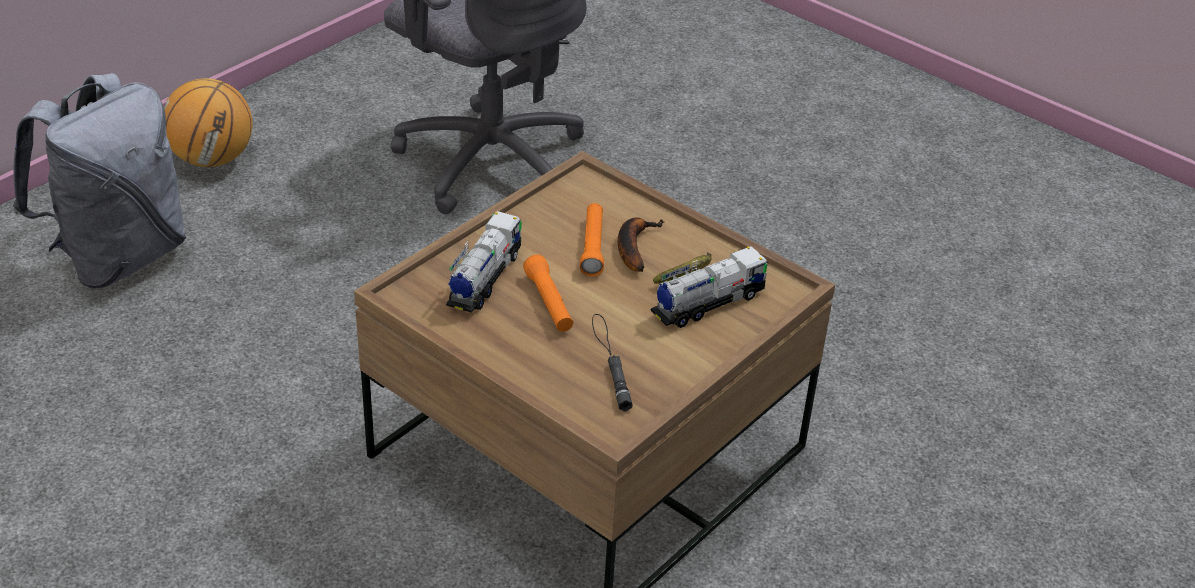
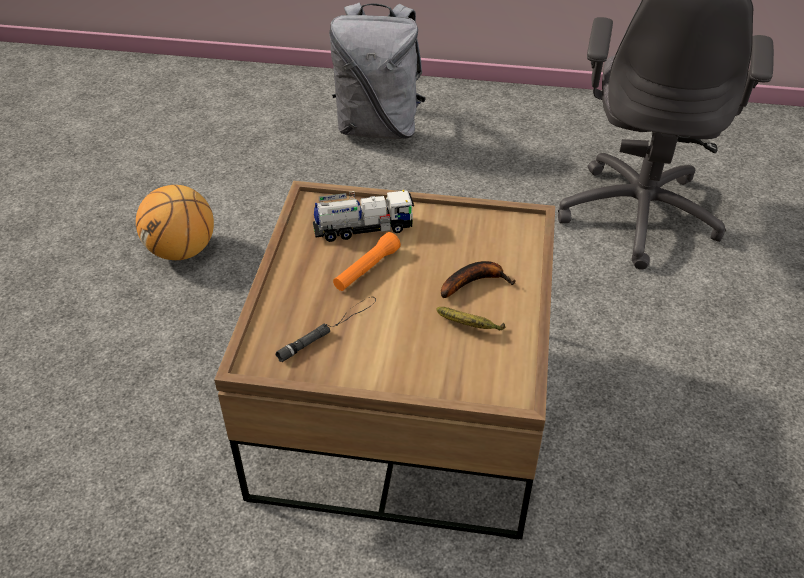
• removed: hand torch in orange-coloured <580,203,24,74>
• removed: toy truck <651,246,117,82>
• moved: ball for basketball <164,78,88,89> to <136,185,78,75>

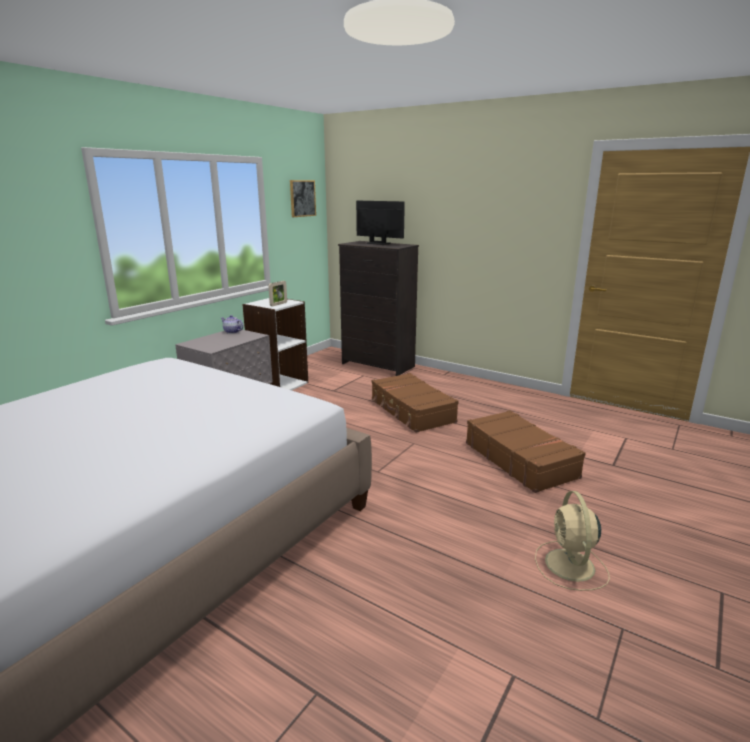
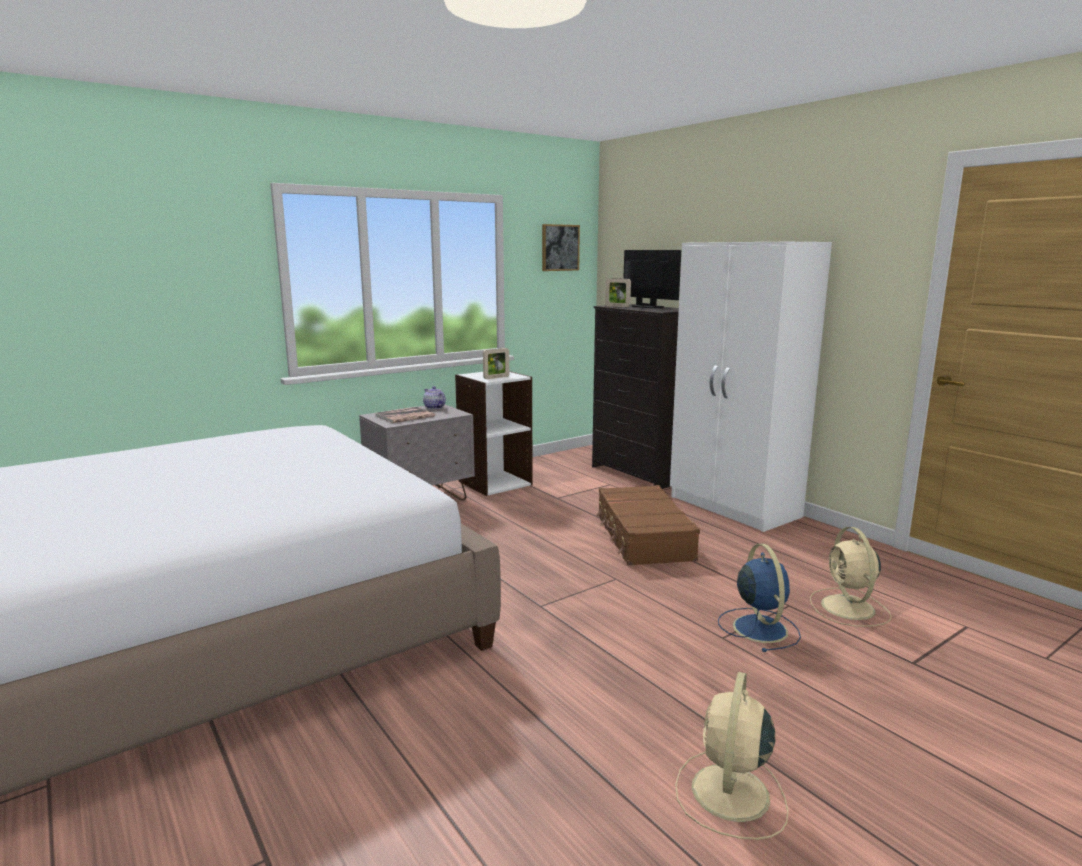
• added: book <376,407,59,16>
• added: photo frame <605,278,26,29>
• added: clothes cupboard in white-coloured <670,242,162,290>
• added: fan in sand-coloured <810,527,82,100>
• replaced: piece of luggage in brownish <466,410,120,83> to fan in bluish <718,544,83,108>

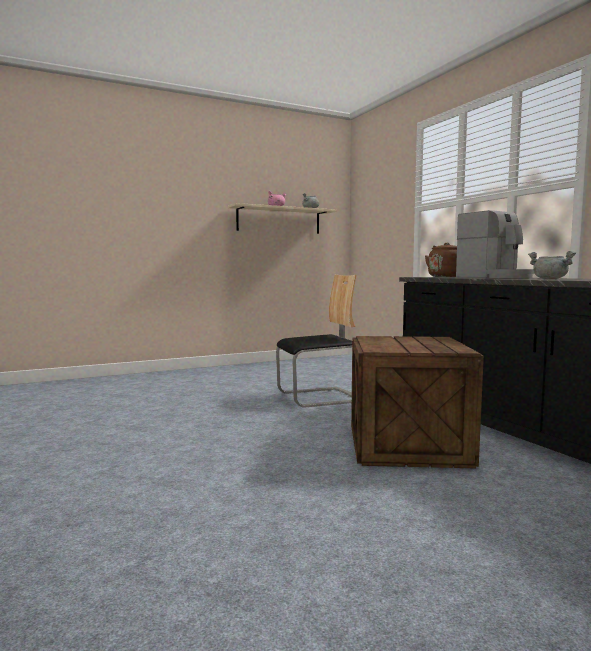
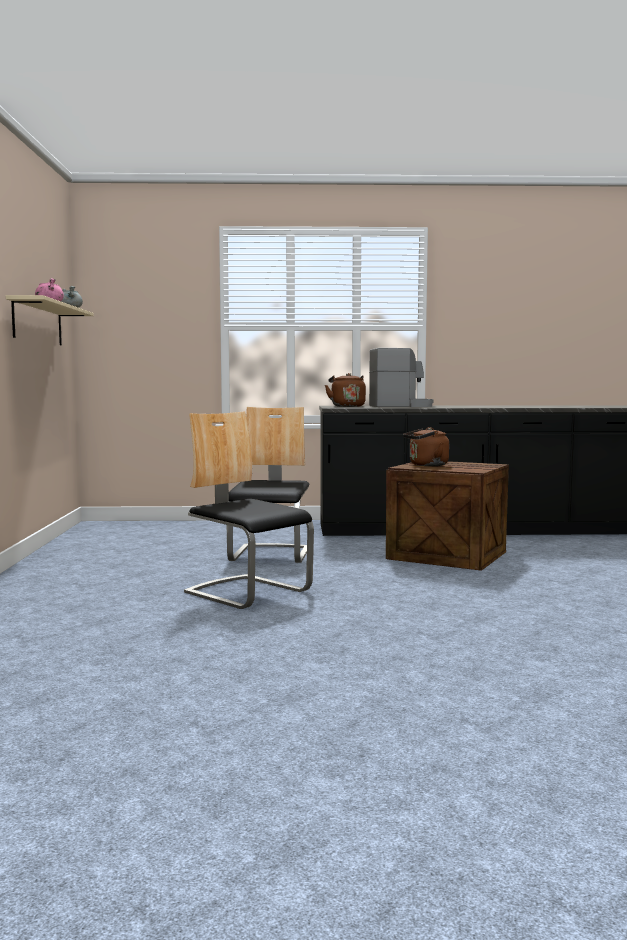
• removed: cooking pot in gray <528,251,48,28>
• added: plain chair <184,411,130,198>
• added: kettle in brownish <403,427,46,39>

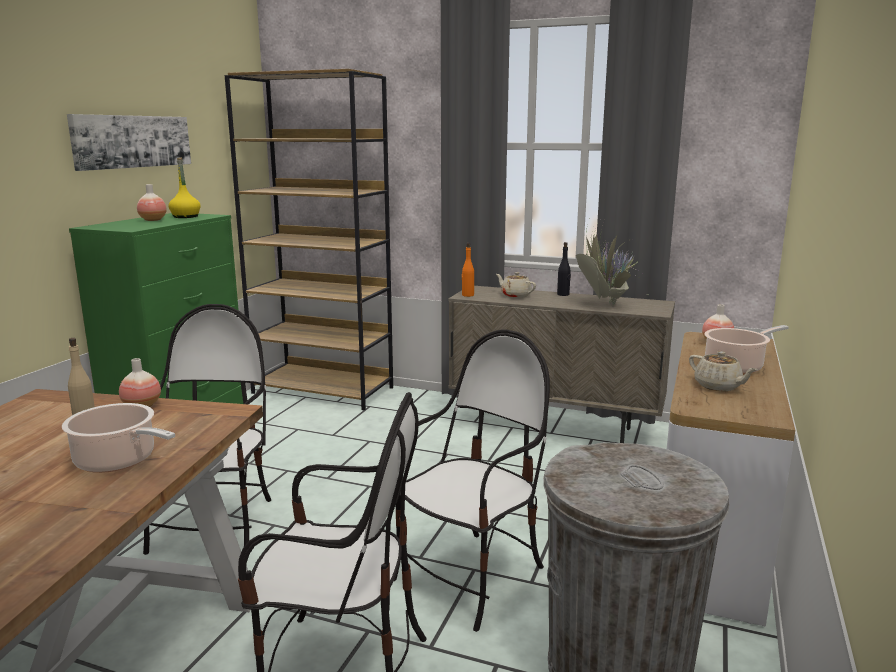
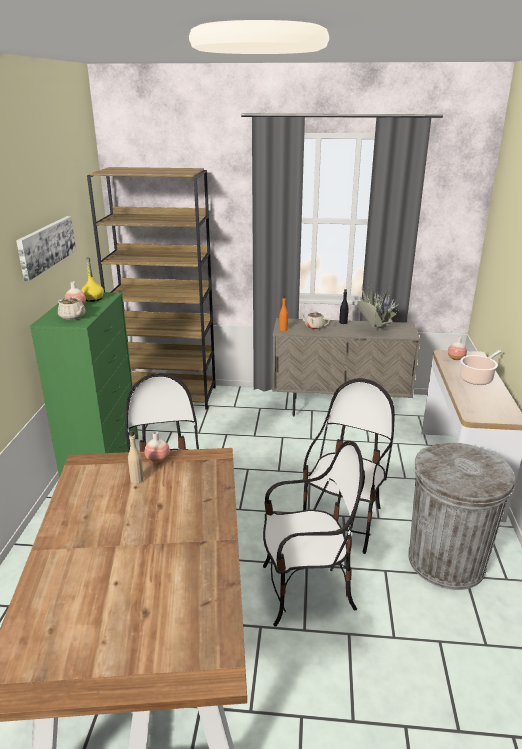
• removed: cooking pot <62,403,113,70>
• moved: teapot in sand-coloured <689,351,69,40> to <58,297,27,23>

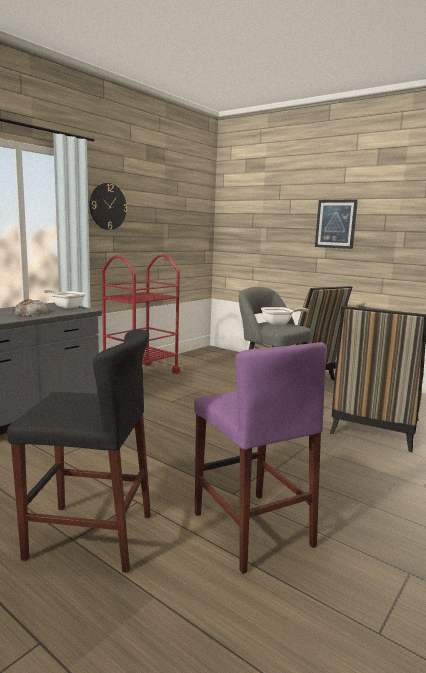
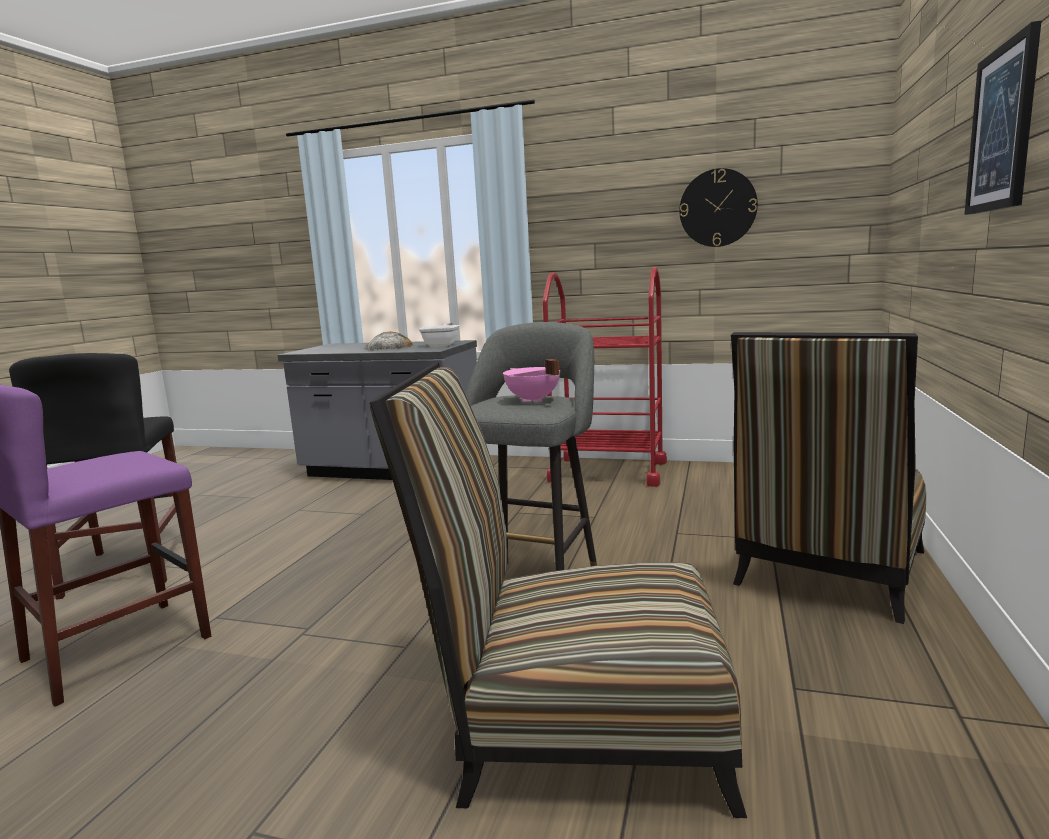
• moved: hanging clock <90,183,37,47> to <679,168,79,79>
• replaced: skillet <261,307,48,18> to cooking pot in pink-coloured <503,359,57,43>

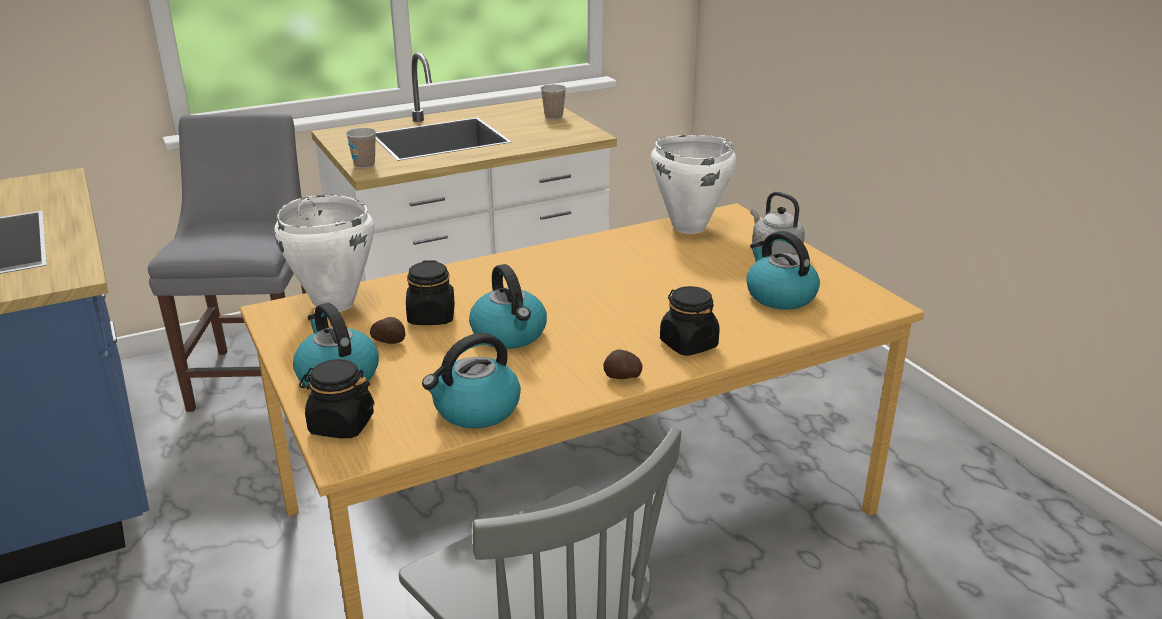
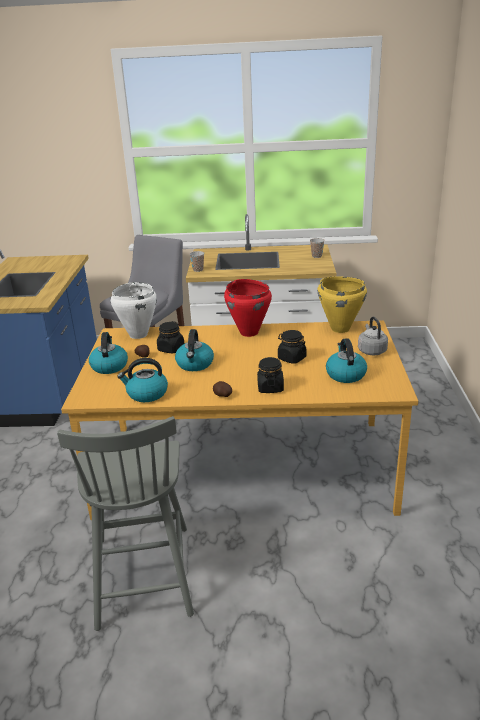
• added: cooking pot in red-coloured <224,279,48,58>
• moved: storage jar in black <299,359,75,79> to <278,330,29,34>
• recoloured: cooking pot in white-coloured <651,135,85,99> to cooking pot in yellowish <317,277,50,56>

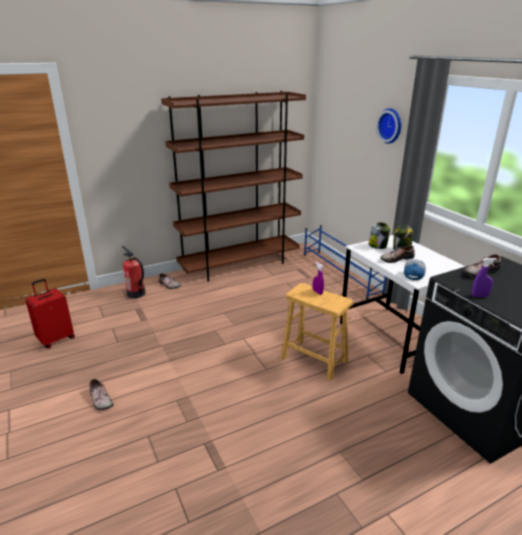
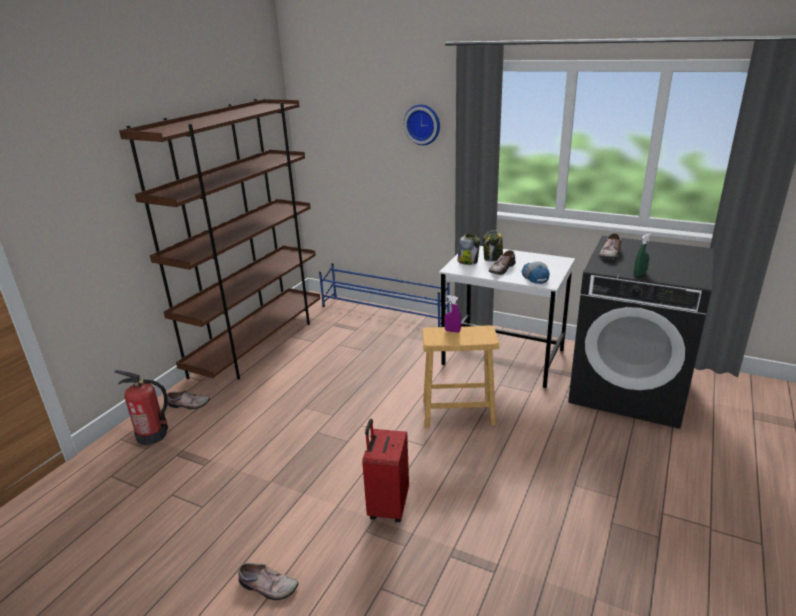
• moved: piece of luggage in red-coloured <25,279,50,69> to <362,419,47,103>
• recoloured: spray bottle in purplish <472,258,25,39> to spray bottle in greenish <634,233,17,43>

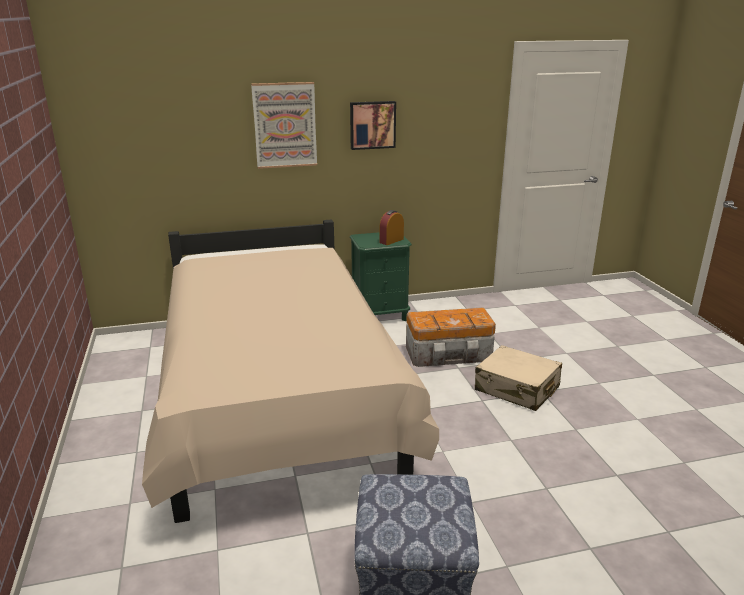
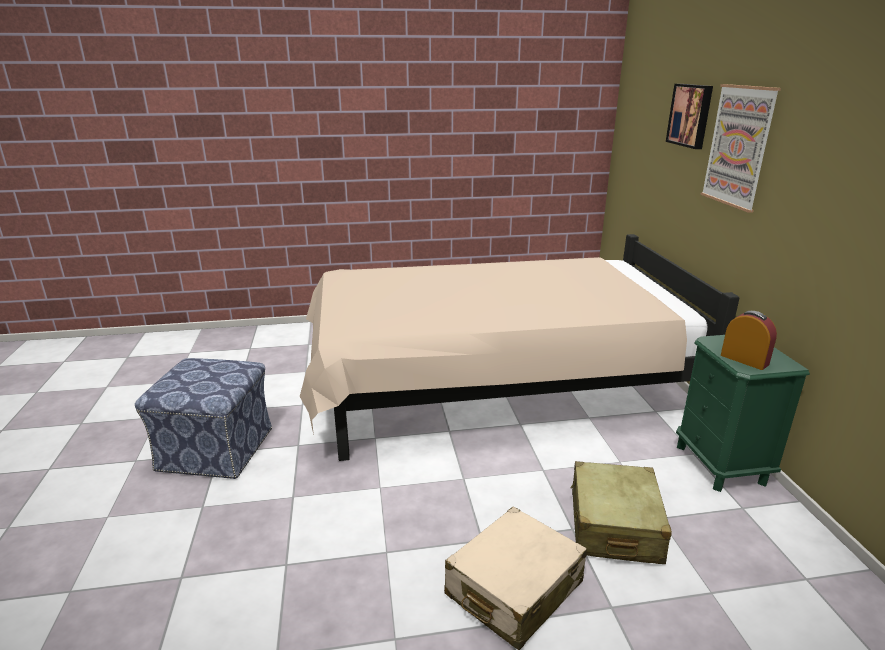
• moved: wall picture <350,101,46,49> to <666,84,47,65>
• replaced: storage container <406,307,90,60> to piece of luggage in sand-coloured <571,461,101,103>

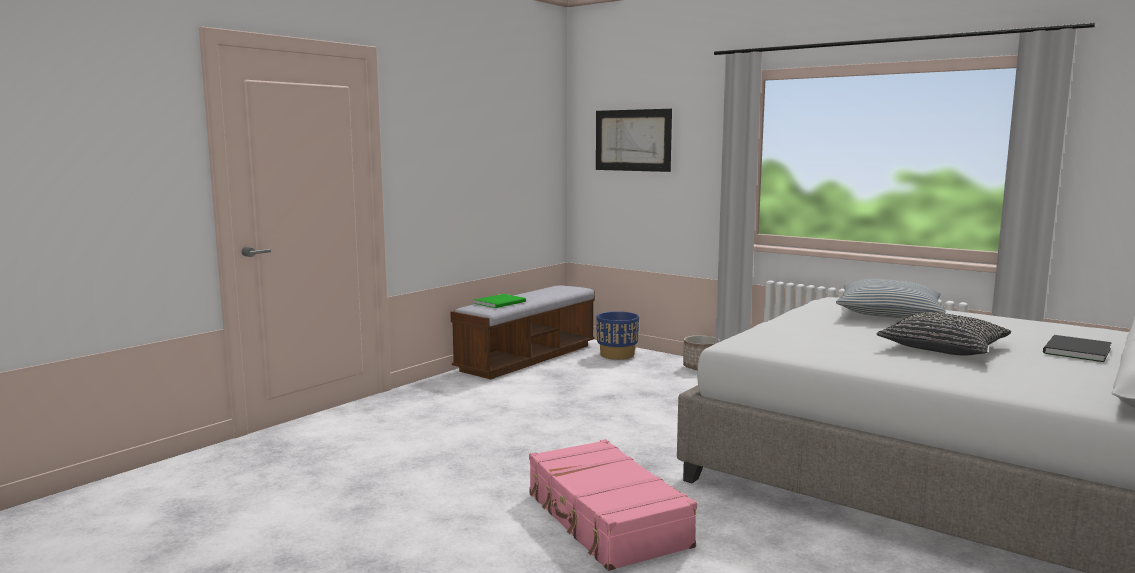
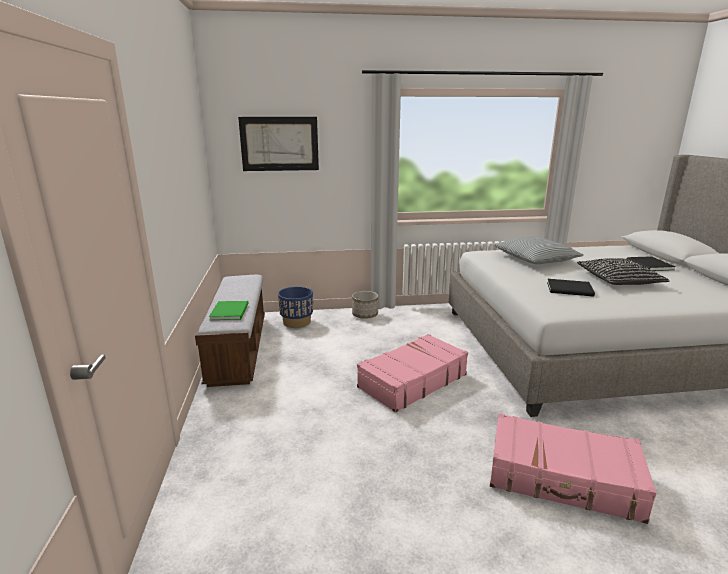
• added: piece of luggage in pink-coloured <357,334,111,78>
• added: book in black <547,279,48,18>

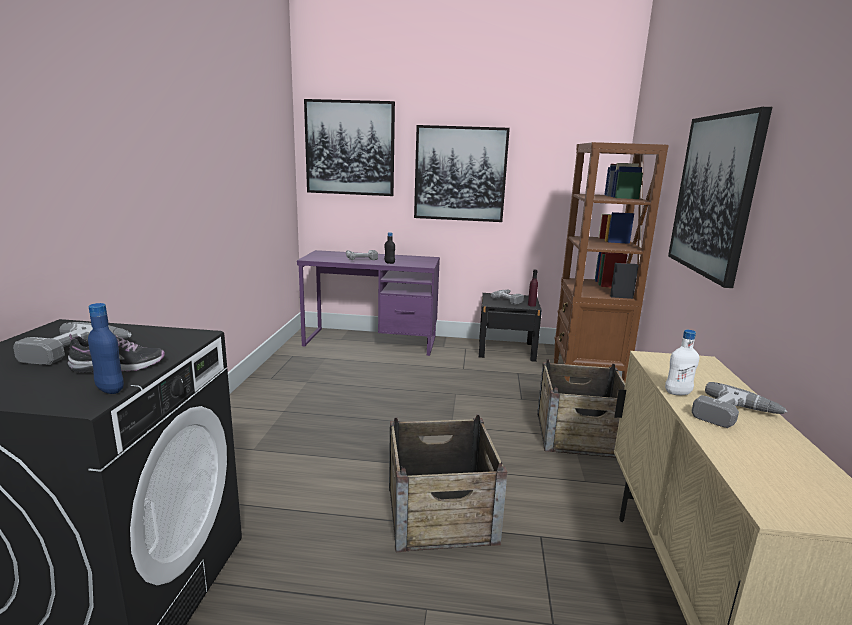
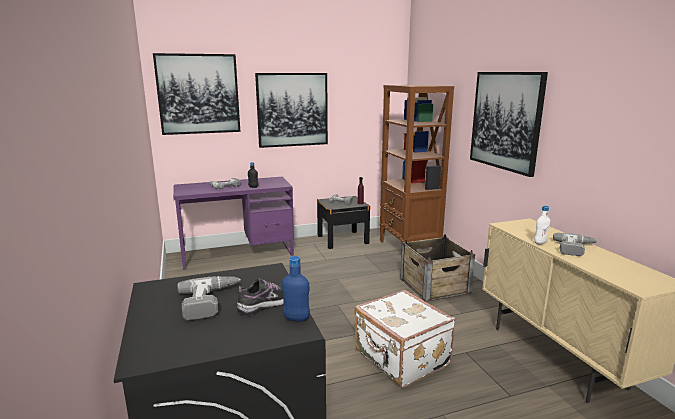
• replaced: crate <389,415,118,137> to piece of luggage in white-coloured <354,289,101,99>

